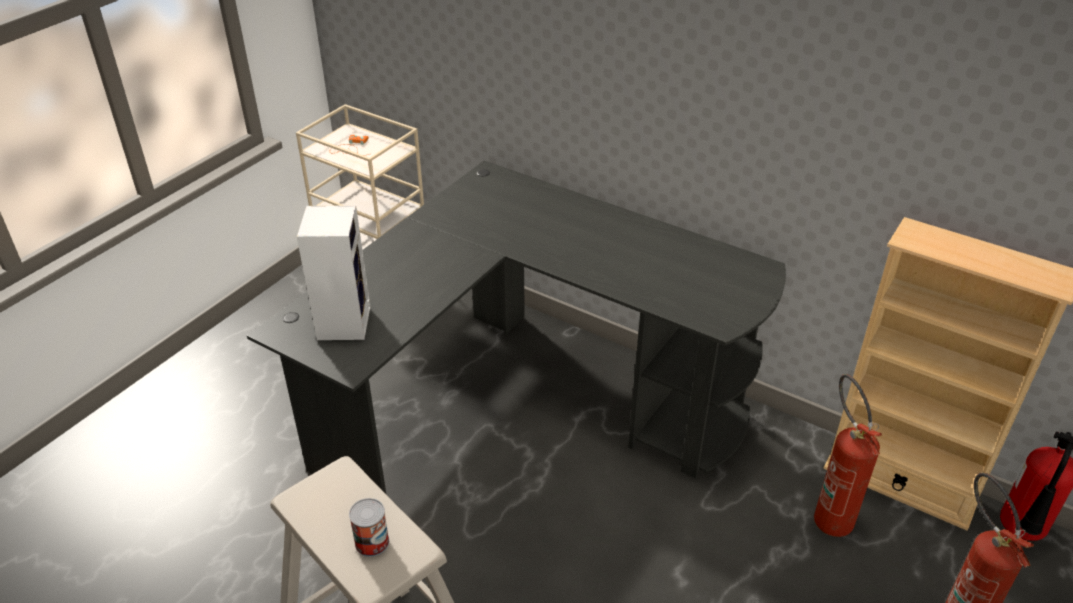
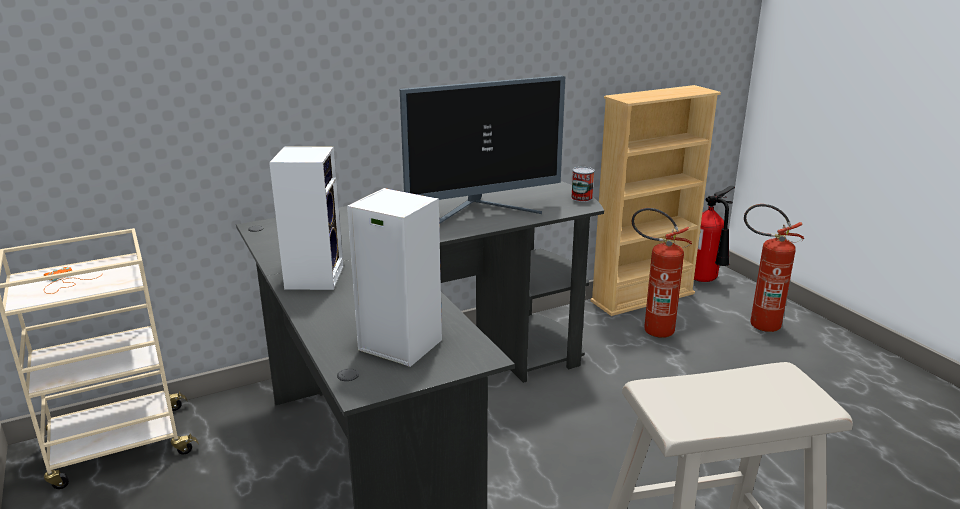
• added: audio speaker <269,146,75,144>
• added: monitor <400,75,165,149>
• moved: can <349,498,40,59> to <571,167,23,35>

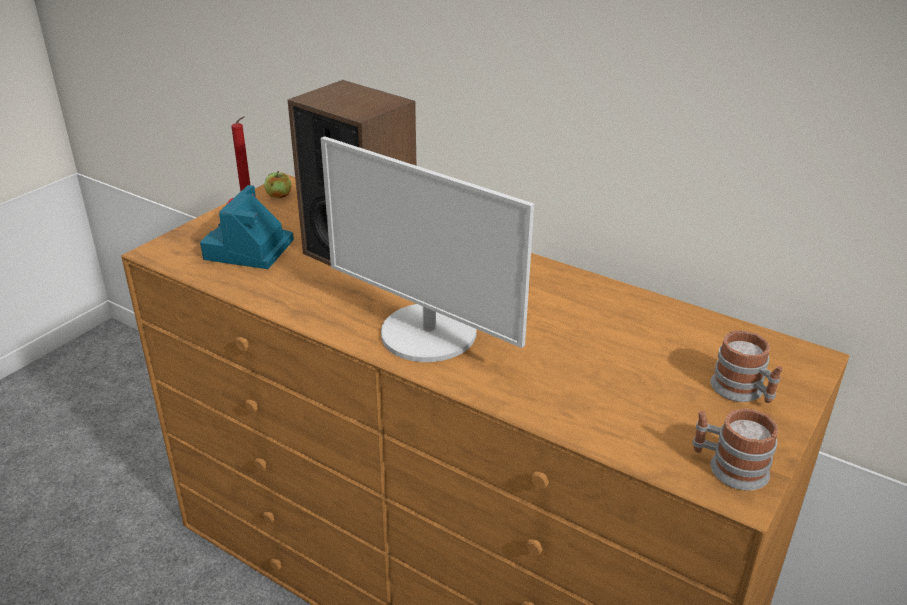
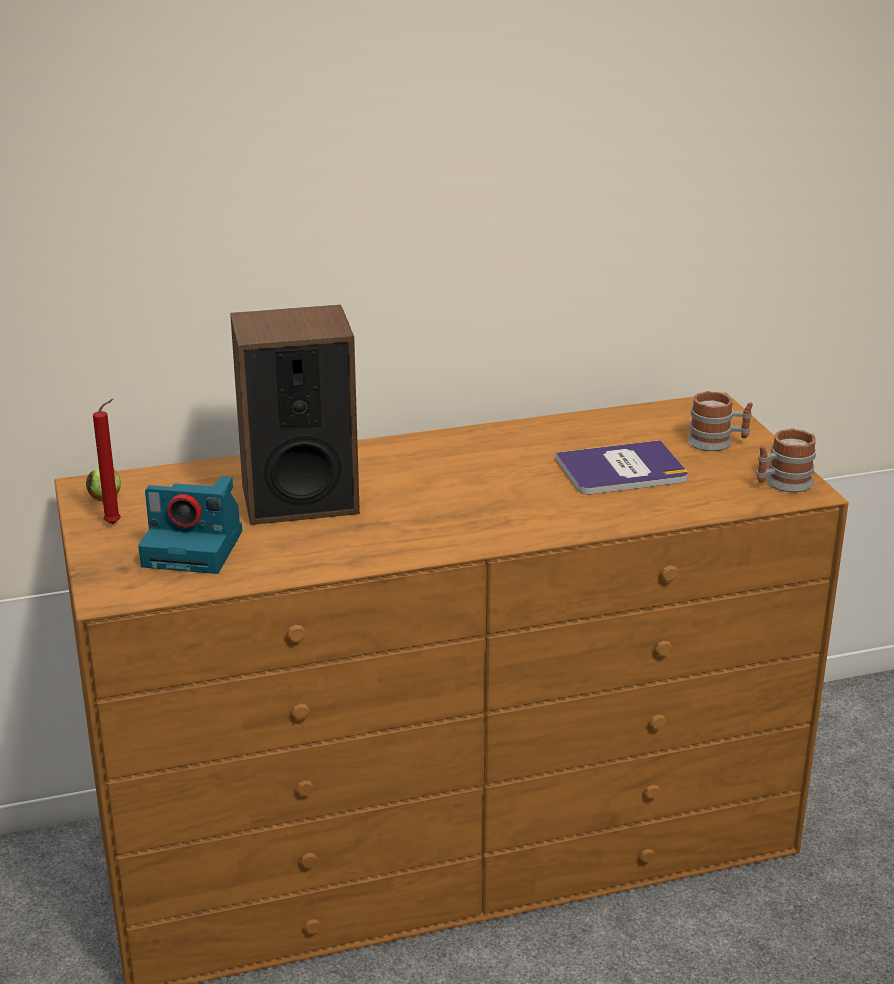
• removed: monitor <320,136,214,226>
• added: book <555,440,133,54>
• turned: photo camera <200,185,94,84> = <138,476,104,98> 45 degrees counterclockwise

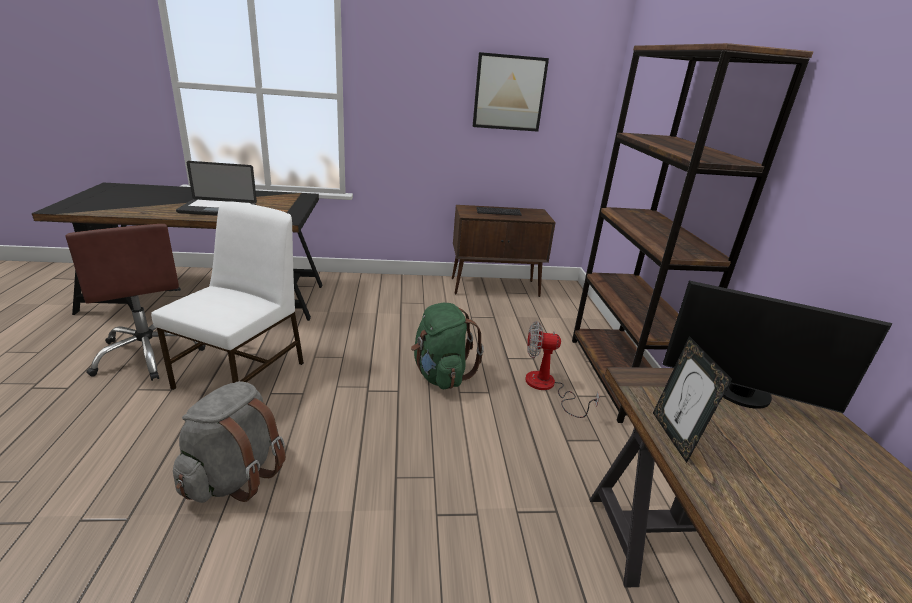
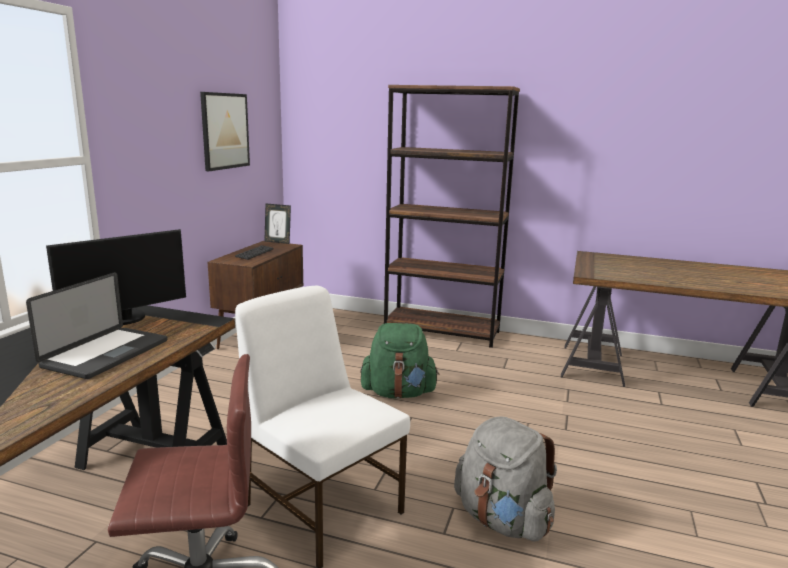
• removed: fan <525,321,74,97>
• moved: photo frame <653,336,79,127> to <265,203,26,41>
• moved: monitor <662,281,231,132> to <46,229,140,96>

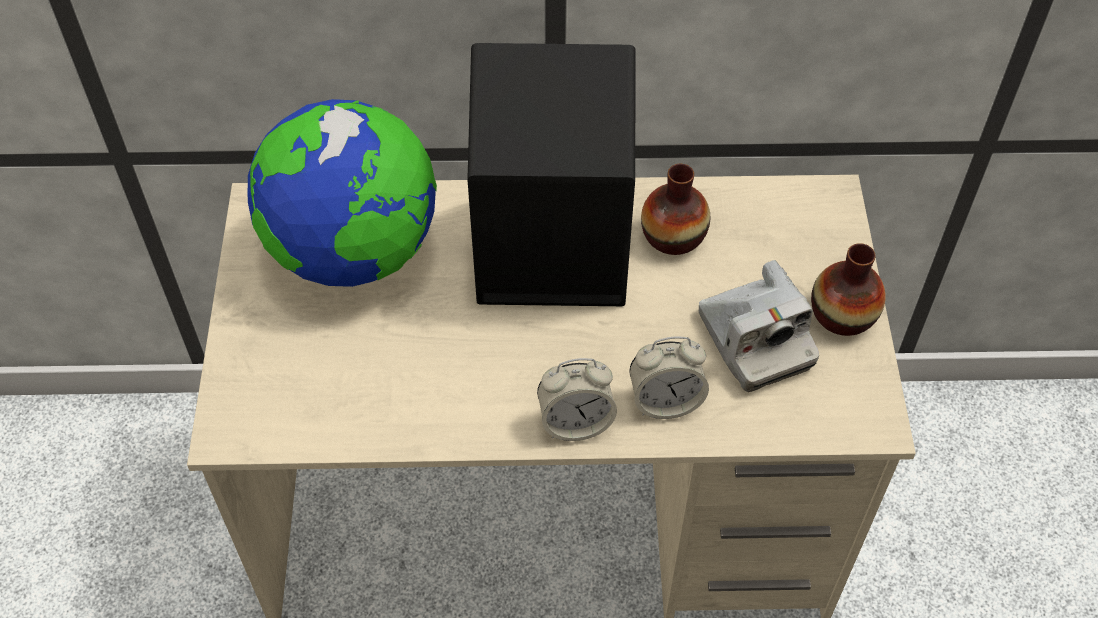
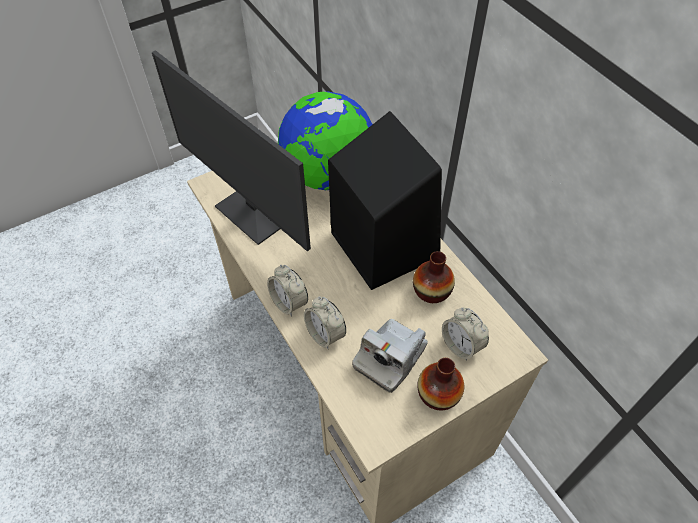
• added: monitor <152,50,159,201>
• added: bedside clock <442,307,47,54>

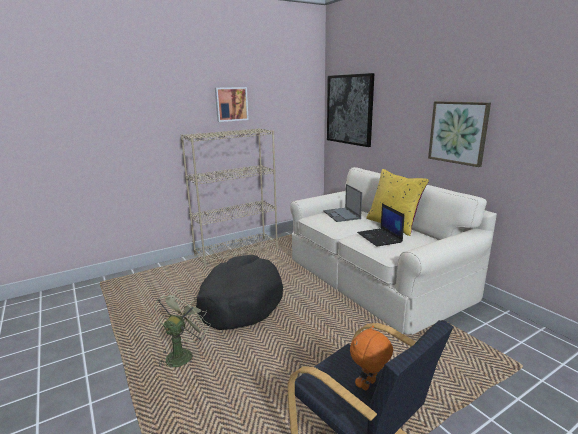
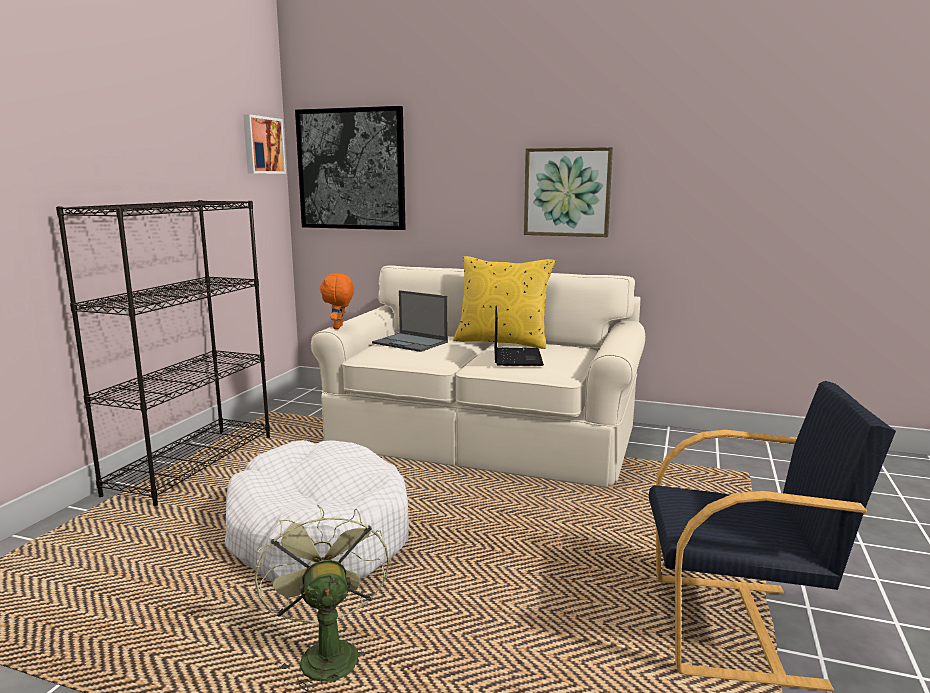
• moved: wall picture <215,87,34,35> to <243,114,43,60>
• moved: plush toy in orange-coloured <350,325,43,66> to <320,273,34,56>
• recoloured: shelving unit in sand-coloured <181,128,97,139> to shelving unit in black <56,200,214,306>
• recoloured: dog bed in black <196,255,87,75> to dog bed in white-coloured <224,440,185,142>
• turned: portable computer <357,203,48,44> = <494,305,50,61> 120 degrees counterclockwise

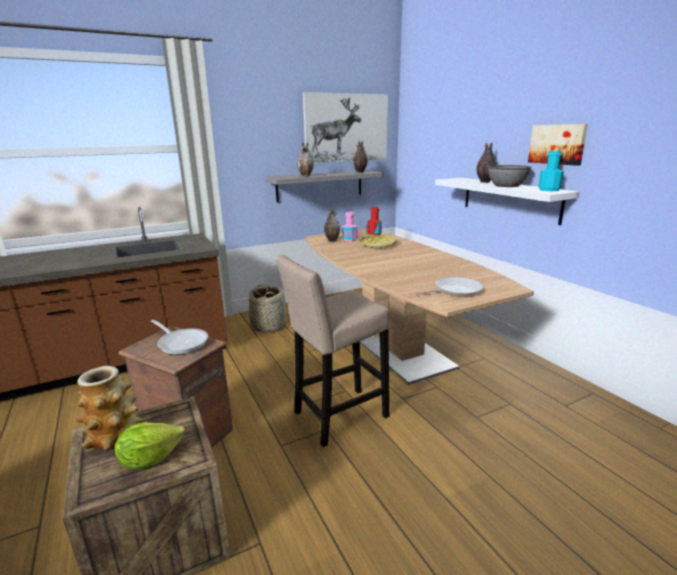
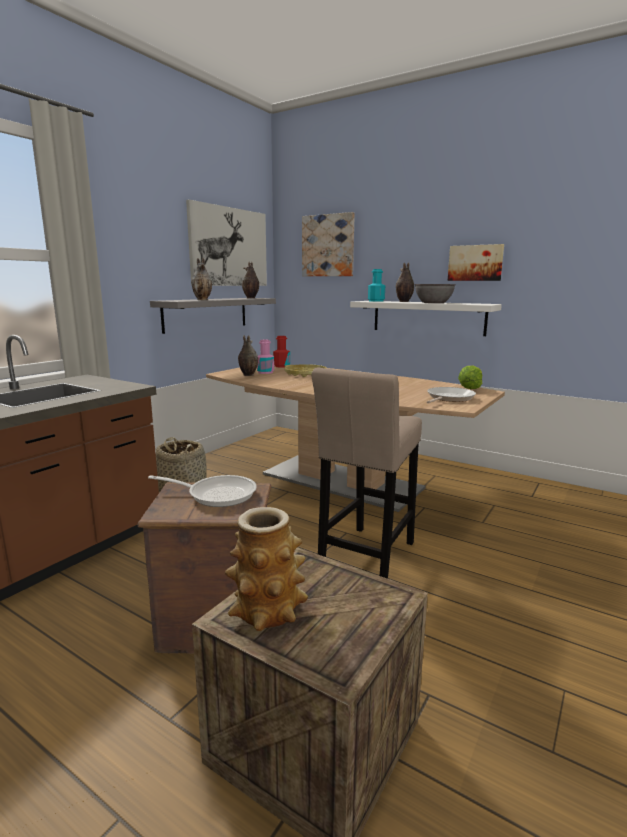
• added: wall picture <302,212,53,64>
• moved: lettuce <115,422,70,47> to <458,366,24,23>
• moved: drink bottle in turquoise <538,151,26,40> to <368,269,17,33>

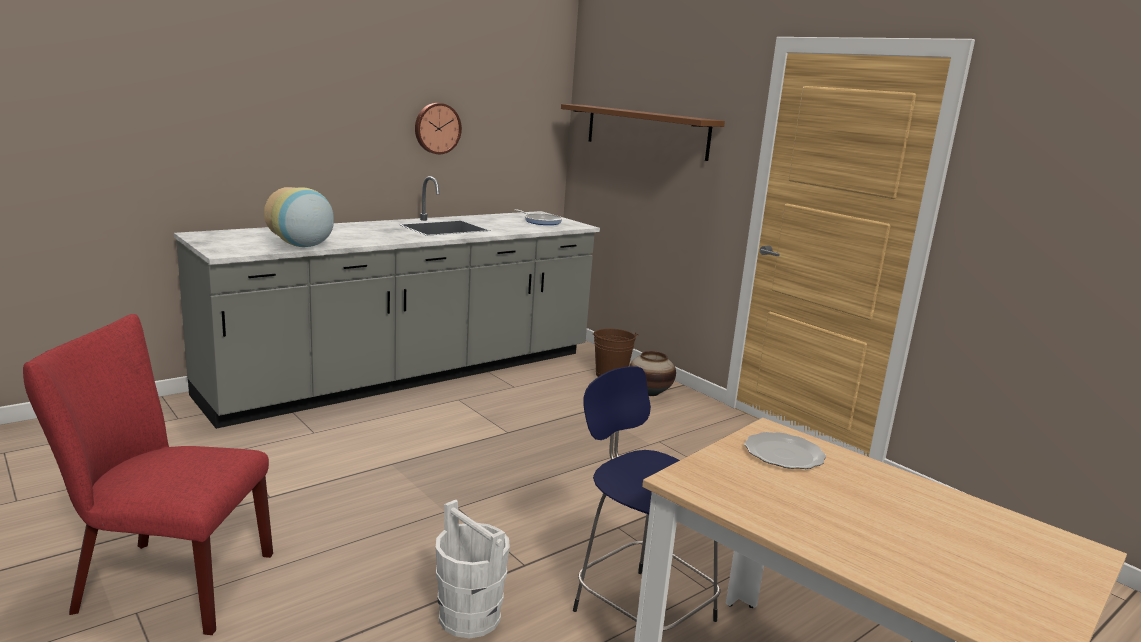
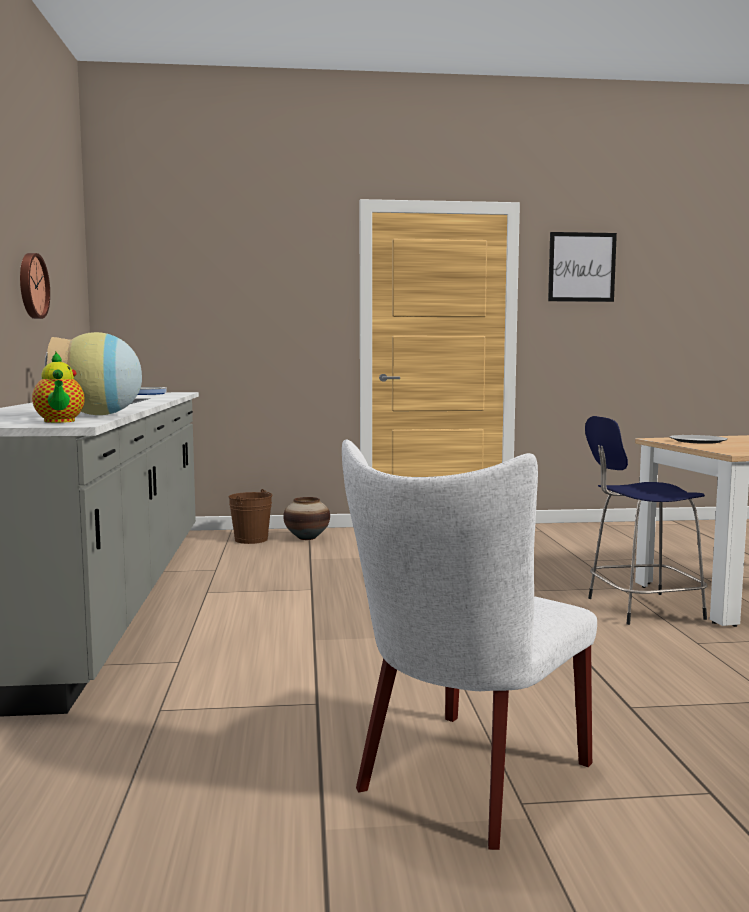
• removed: bucket in white-coloured <436,500,74,138>
• removed: shelf in brownish <561,104,164,57>
• added: teapot <32,352,53,71>
• added: wall picture <548,232,69,70>
• recoloured: plain chair in red-coloured <23,314,250,321> to plain chair in white-coloured <342,439,255,411>

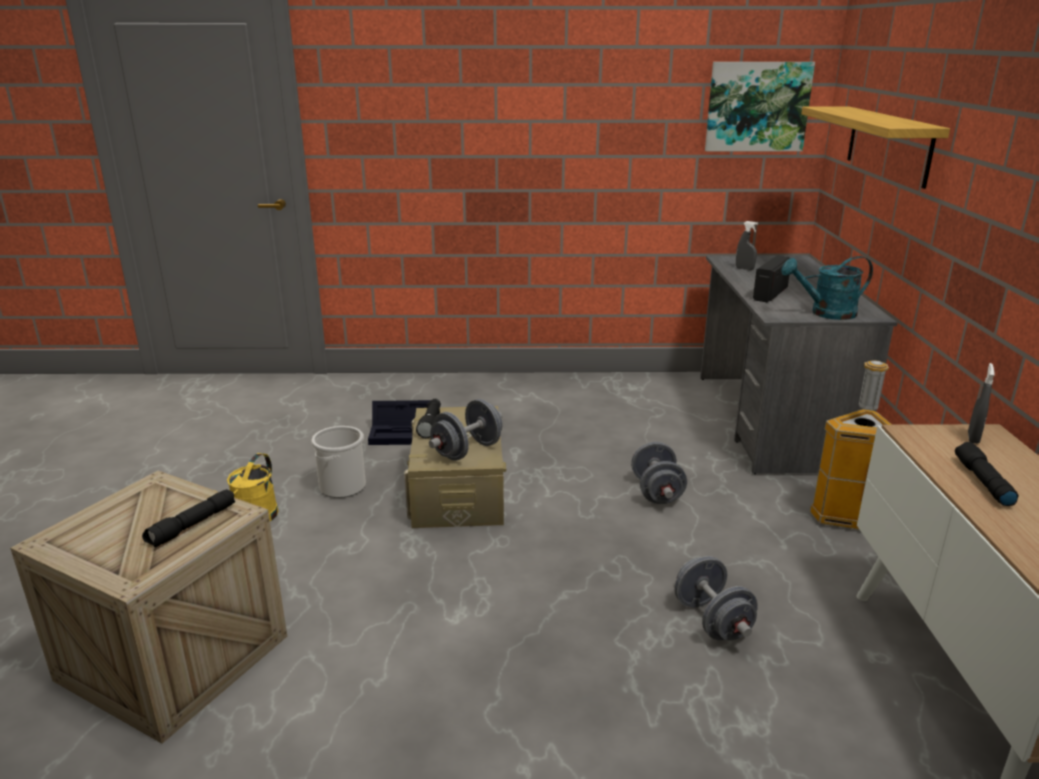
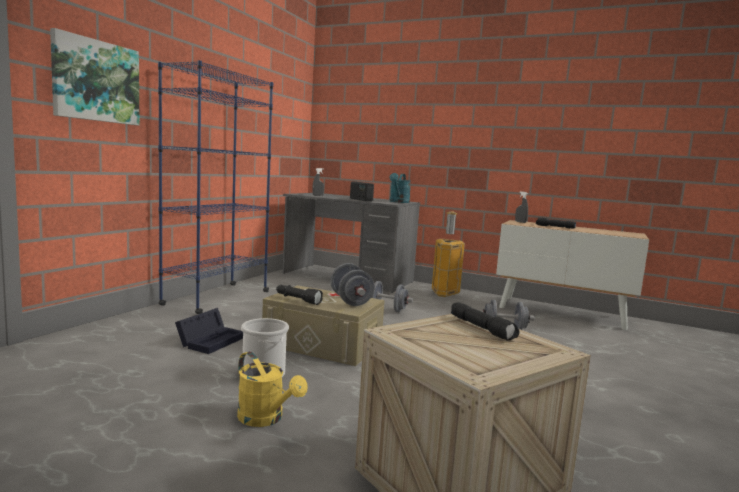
• removed: shelf <801,107,149,82>
• added: shelving unit in bluish <158,60,115,254>
• moved: wall picture <705,62,110,89> to <50,28,90,97>

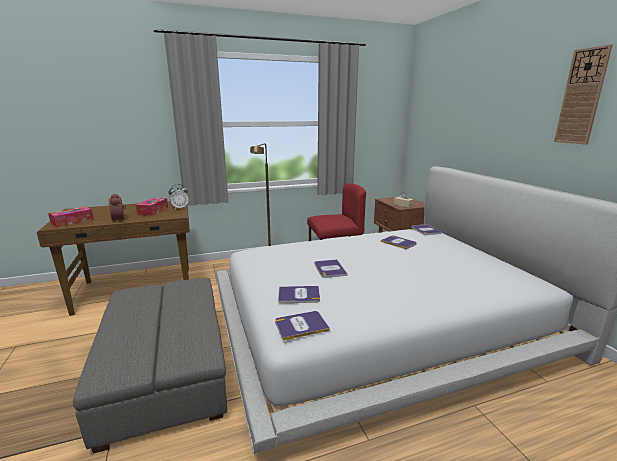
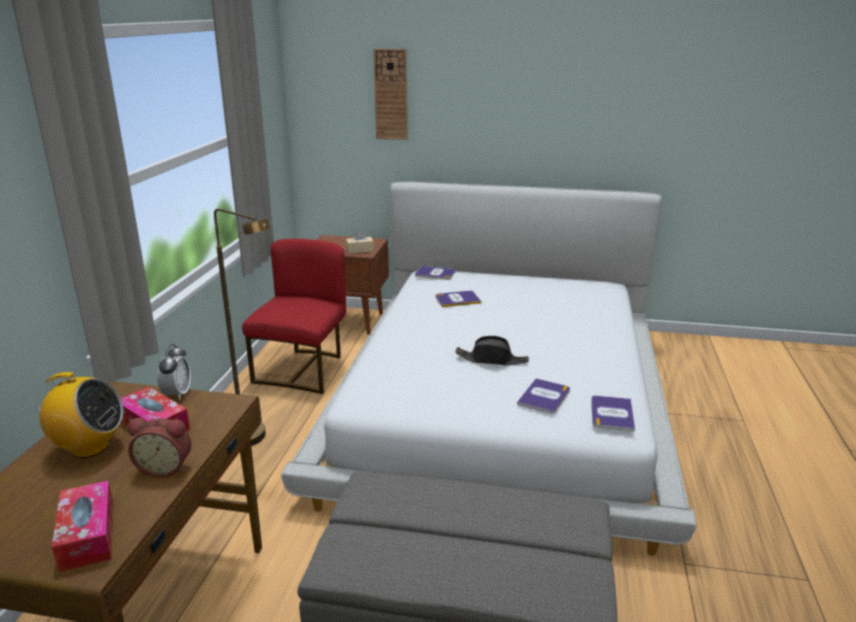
• added: radio <25,372,98,86>
• moved: hanging clock <554,44,59,100> to <374,49,34,91>
• replaced: book <315,259,32,19> to wearable hat in black <455,336,74,30>

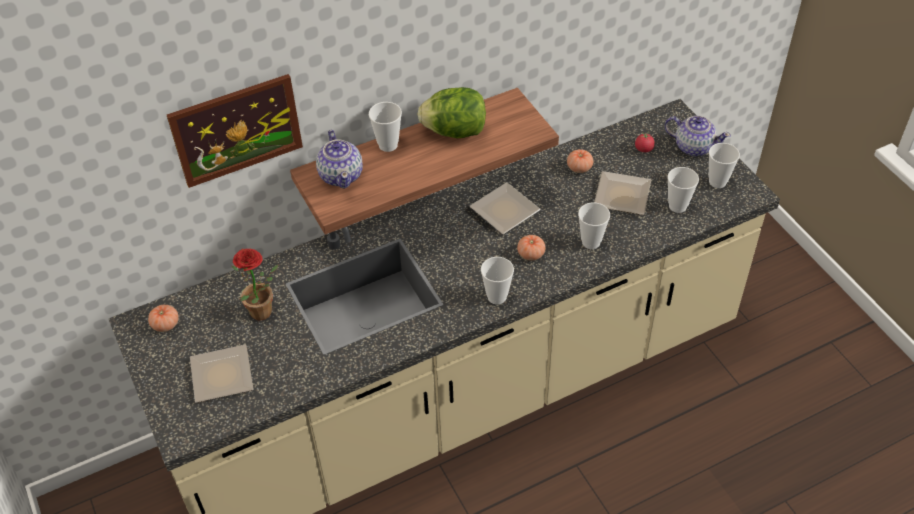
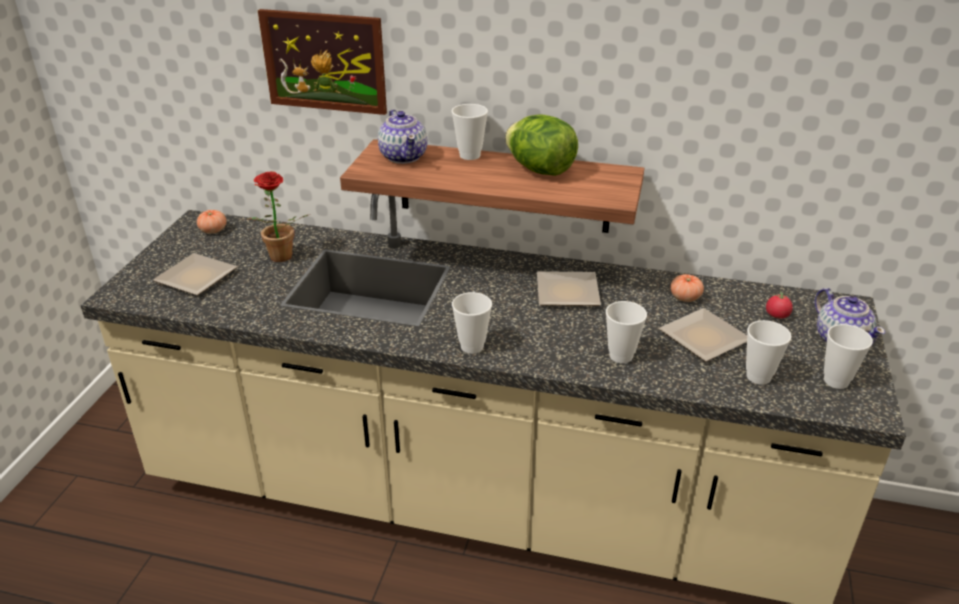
• removed: tomato <517,235,29,26>
• turned: teapot <316,130,47,59> = <378,109,50,55> 45 degrees counterclockwise

